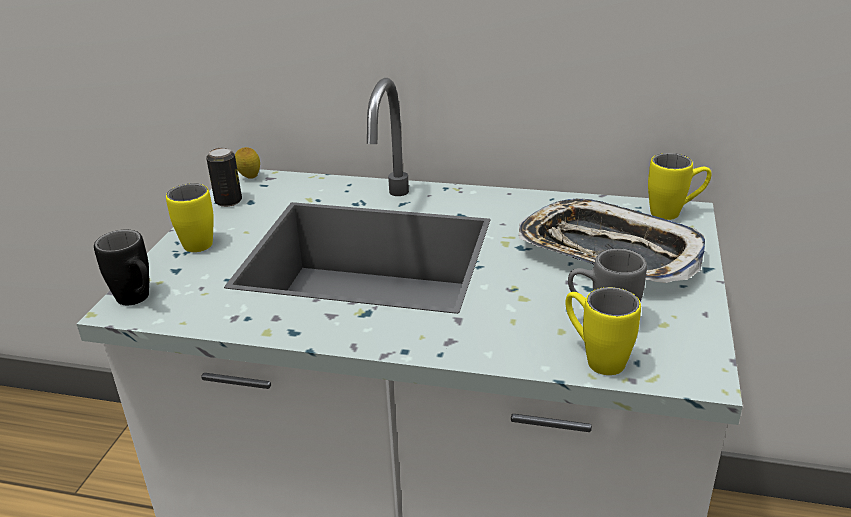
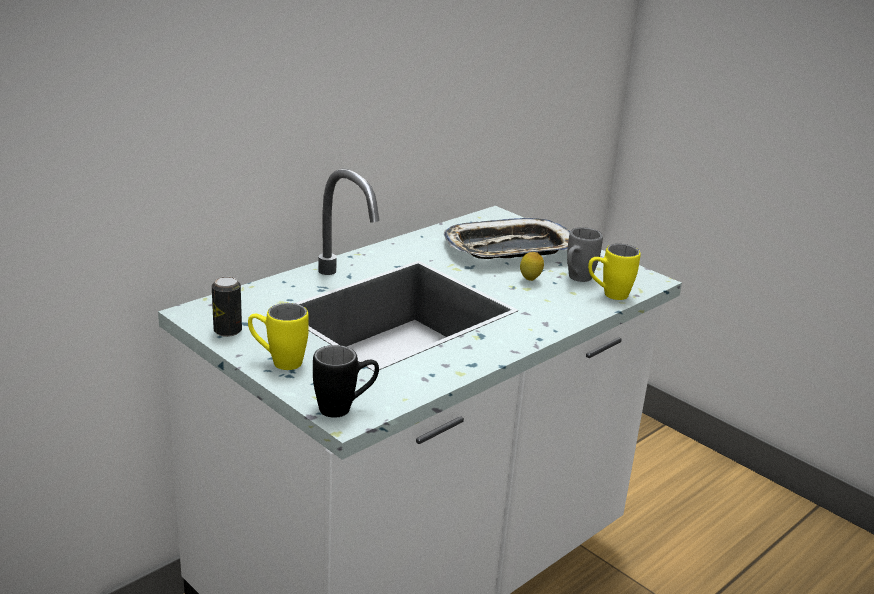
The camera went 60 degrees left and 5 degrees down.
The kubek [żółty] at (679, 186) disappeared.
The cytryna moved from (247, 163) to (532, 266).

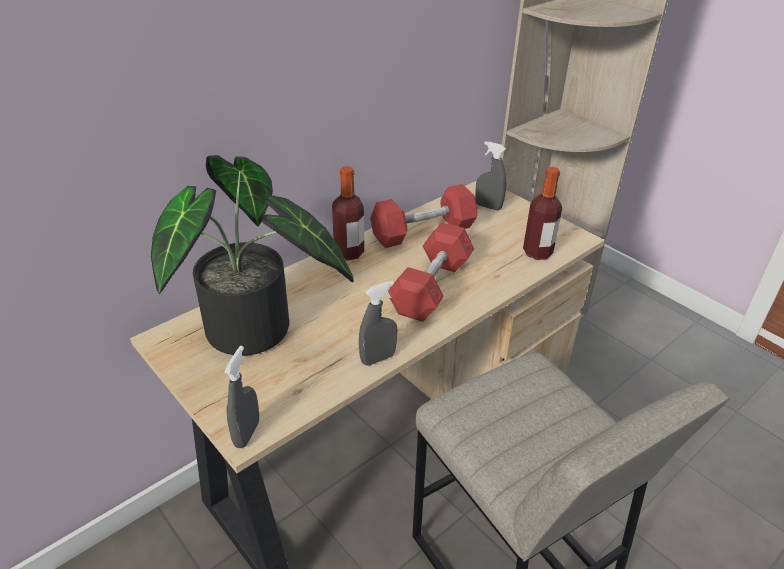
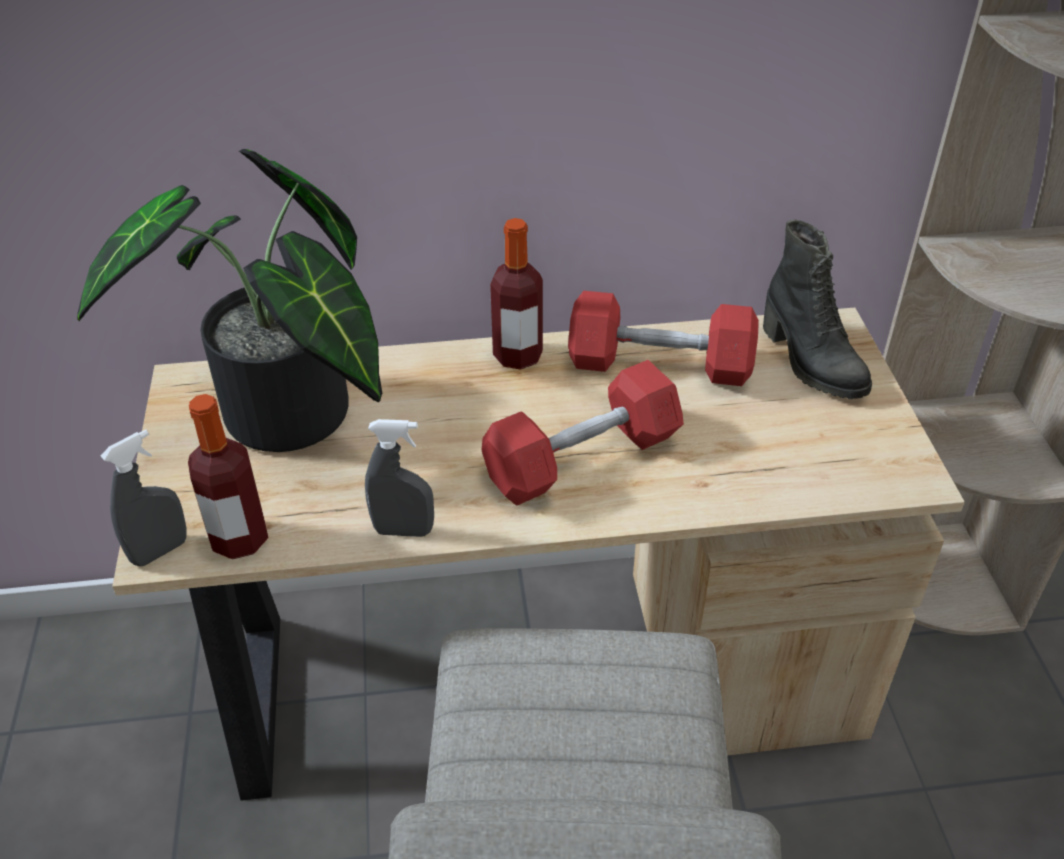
The camera went 35 degrees right and 5 degrees up.
The butelka moved from (542, 213) to (228, 476).
The spryskiwacz [szary] at (490, 176) was replaced by the but z cholewką [czarny] at (817, 309).

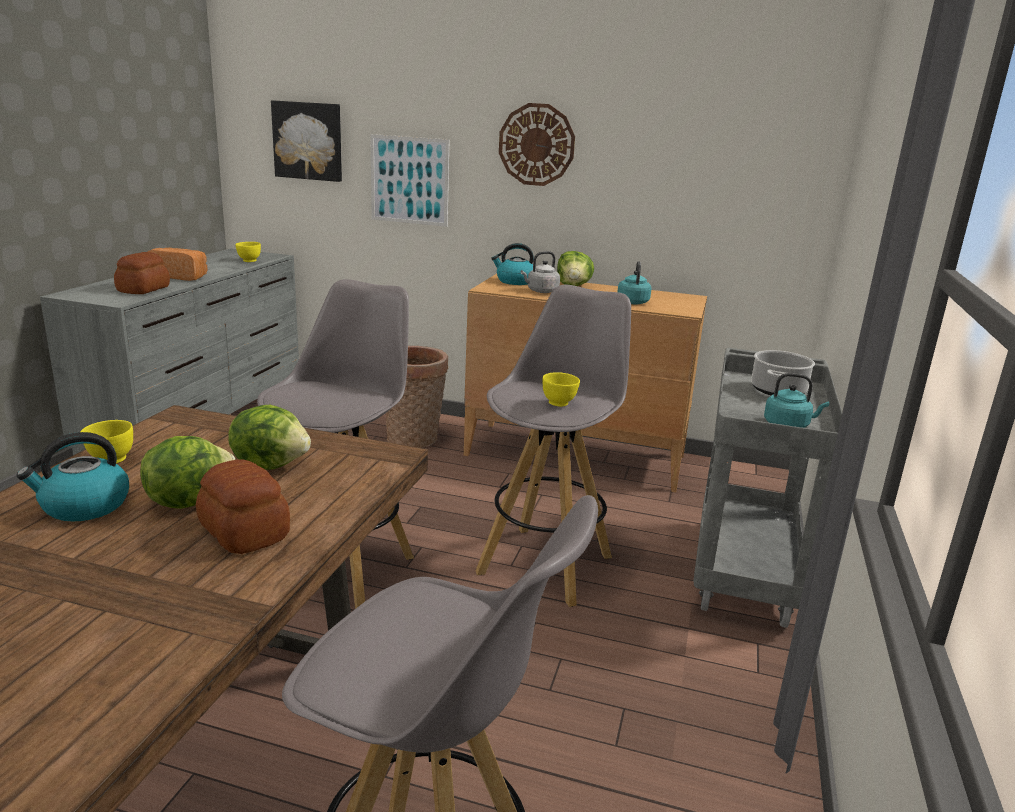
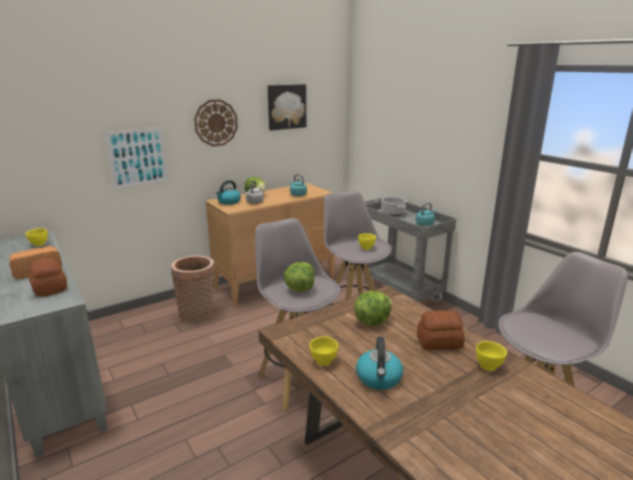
The camera went 50 degrees left and 0 degrees up.
The miska [żółty] at (491, 356) appeared.
The sałata moved from (187, 472) to (299, 277).
The obraz moved from (306, 141) to (287, 107).

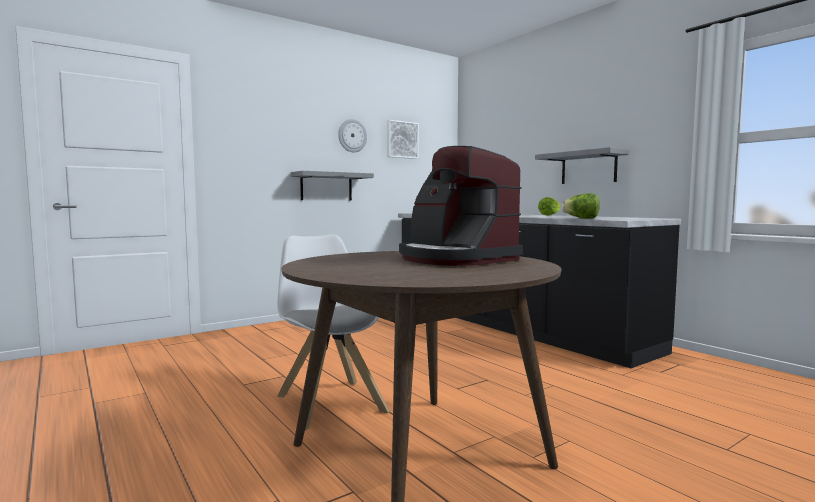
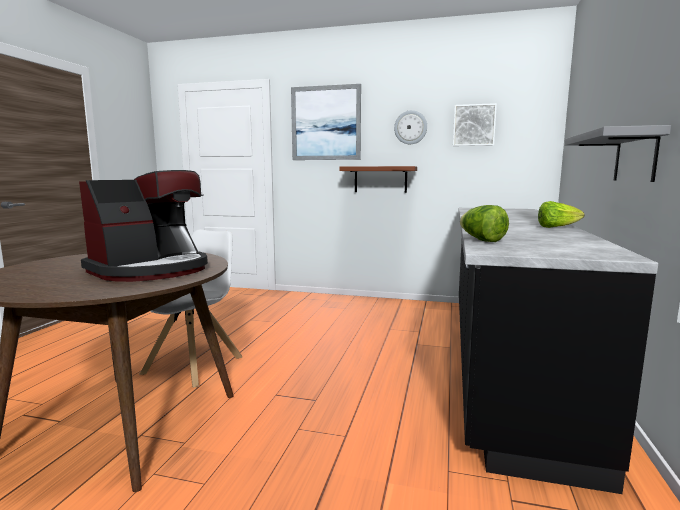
The camera went 50 degrees right and 5 degrees up.
The obraz at (326, 122) appeared.
The półka [szary] at (332, 185) became the półka [brązowy] at (378, 179).
The ekspres do kawy at (461, 206) turned 150 degrees counterclockwise.

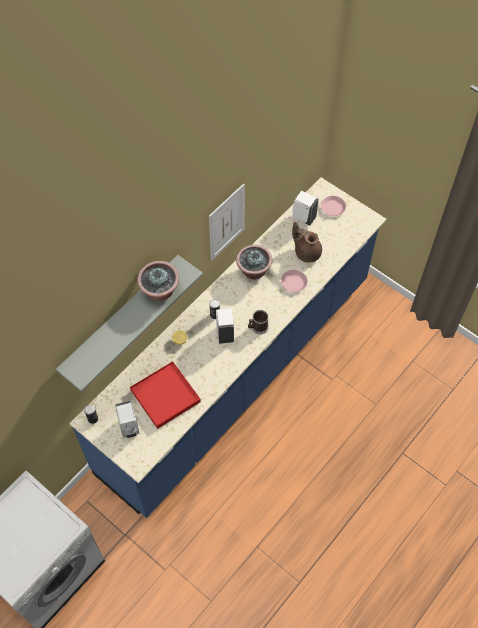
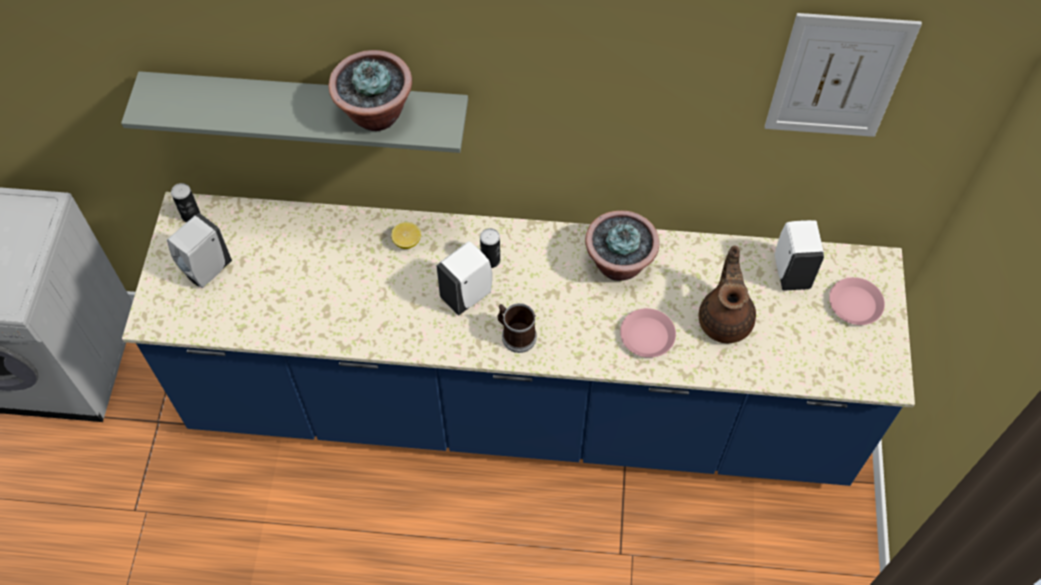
The camera went 55 degrees right and 0 degrees up.
The taca [czerwony] at (165, 395) disappeared.
The obraz moved from (227, 222) to (843, 75).

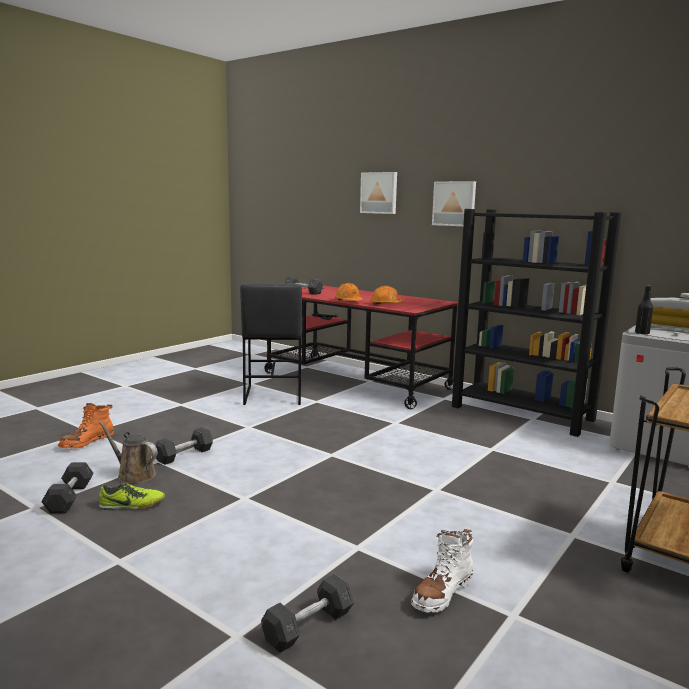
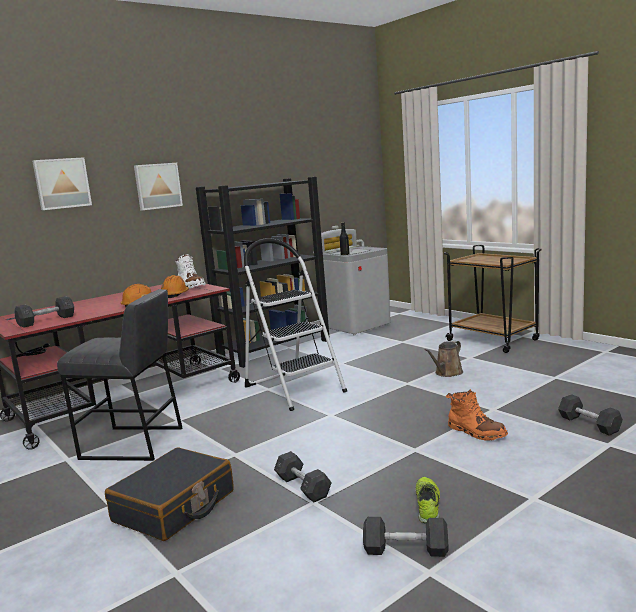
The camera went 75 degrees left and 0 degrees up.
The walizka [czarny] at (169, 494) appeared.
The drabinka at (295, 324) appeared.
The but z cholewką [pomarańczowy] moved from (86, 426) to (477, 415).
The konewka [brązowy] moved from (128, 452) to (444, 359).
The but z cholewką [biały] moved from (442, 571) to (191, 271).

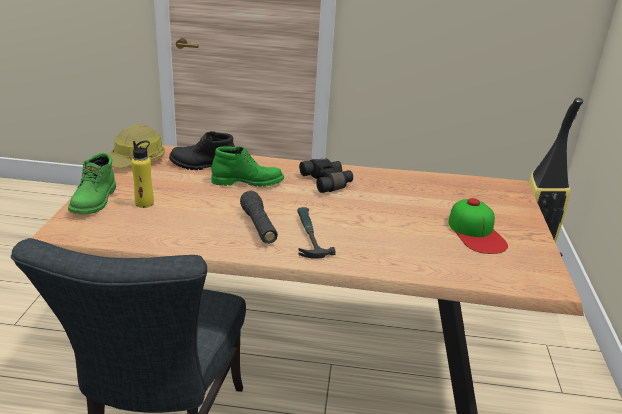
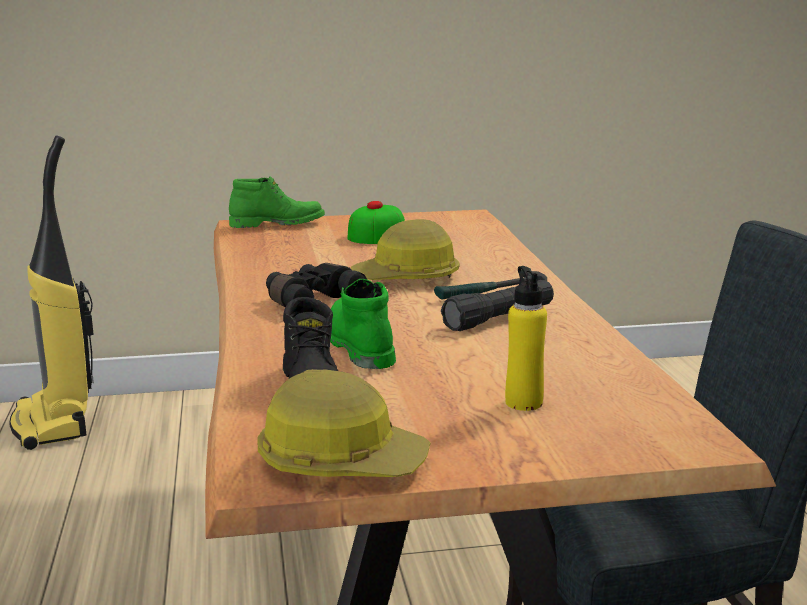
The camera went 105 degrees left and 10 degrees down.
The kask at (405, 249) appeared.
The but z cholewką [zielony] moved from (92, 183) to (277, 202).

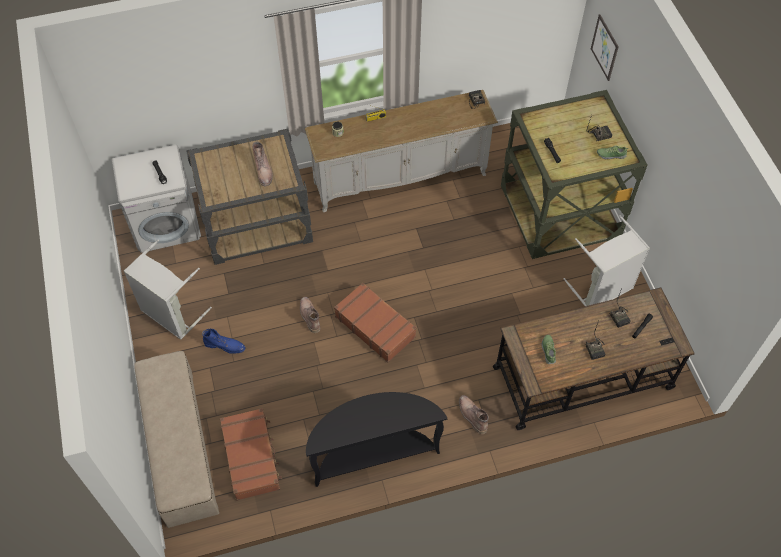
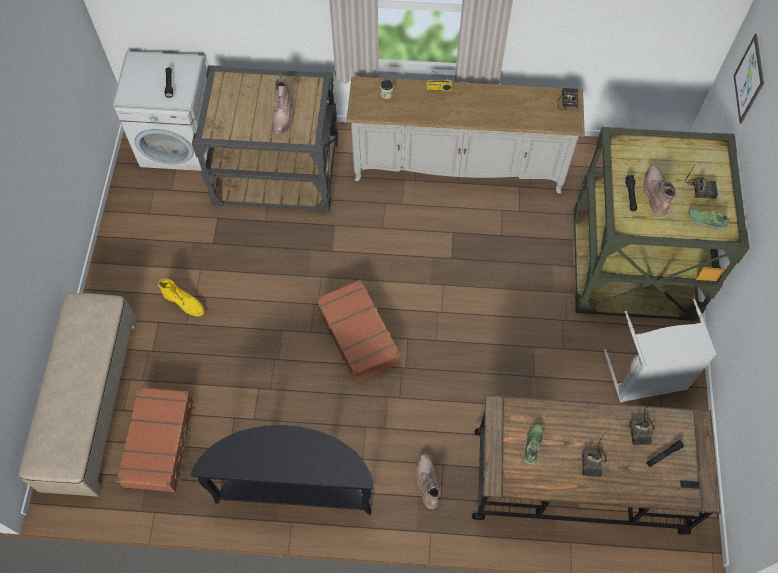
The camera went 20 degrees right and 5 degrees up.
The kosz na pranie [szary] at (168, 290) disappeared.
The but z cholewką [brązowy] moved from (310, 315) to (660, 191).
The but z cholewką [niebieski] at (224, 341) became the but z cholewką [żółty] at (181, 297).

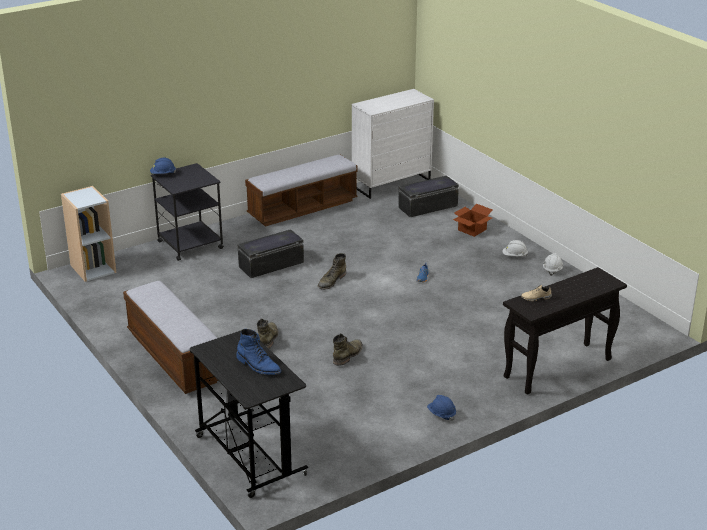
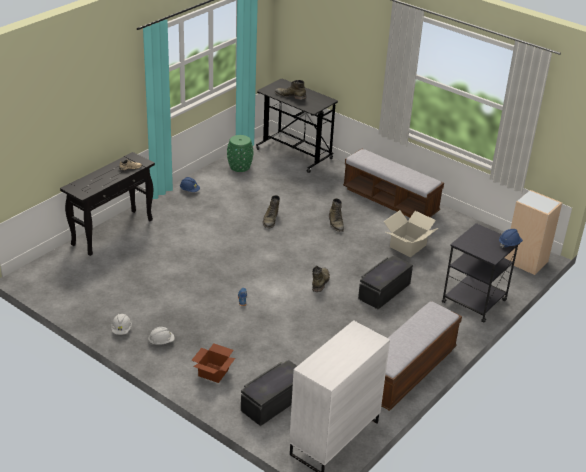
The camera went 160 degrees right and 5 degrees up.
The stołek [zielony] at (240, 153) appeared.
The karton at (411, 233) appeared.
The but z cholewką [niebieski] at (258, 352) became the but z cholewką [zielony] at (290, 90).

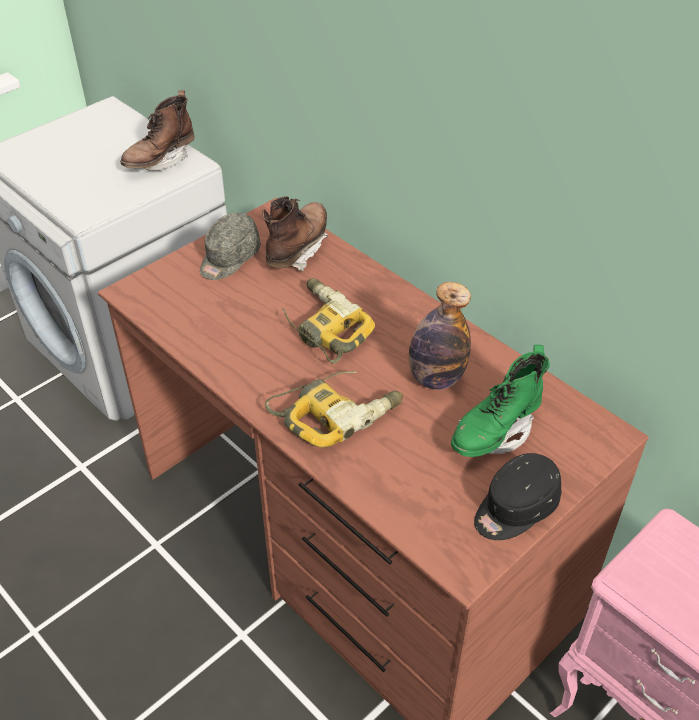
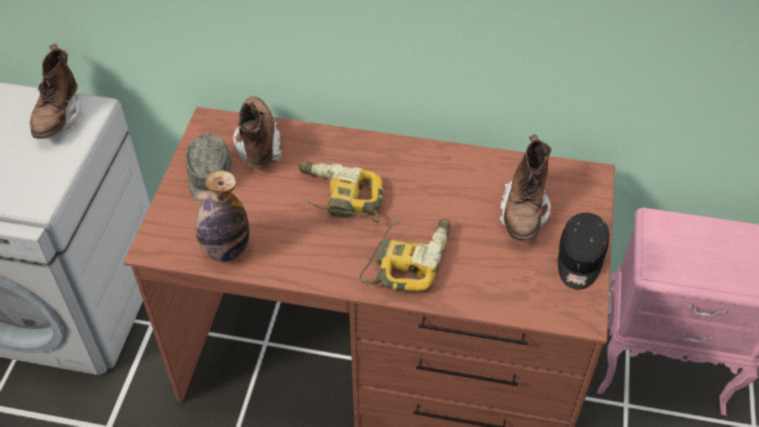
The camera went 35 degrees left and 5 degrees up.
The butelka moved from (440, 335) to (222, 216).
The but z cholewką [zielony] at (500, 401) became the but z cholewką [brązowy] at (525, 187).

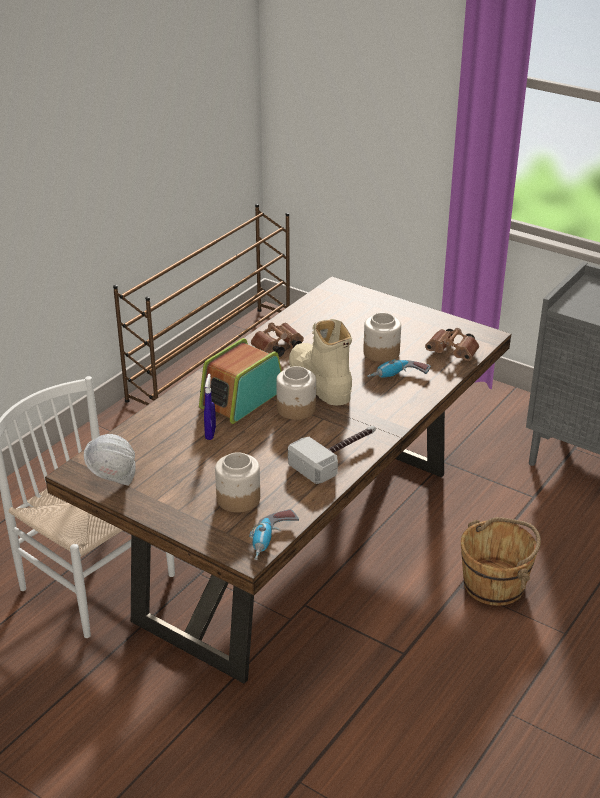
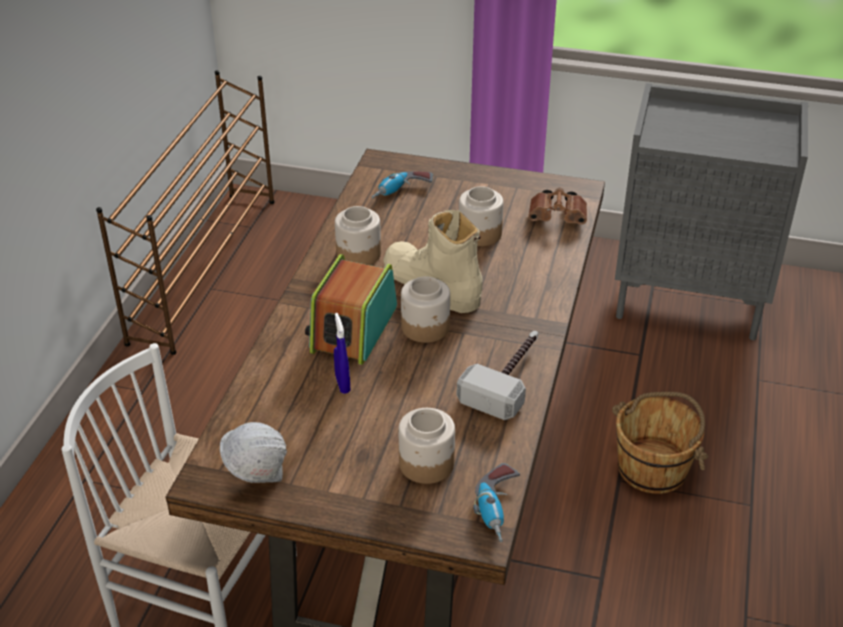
The camera went 20 degrees left and 5 degrees up.
The wiertarka moved from (399, 368) to (402, 184).
The lornetka [brązowy] at (277, 339) was replaced by the słoik at (358, 235).

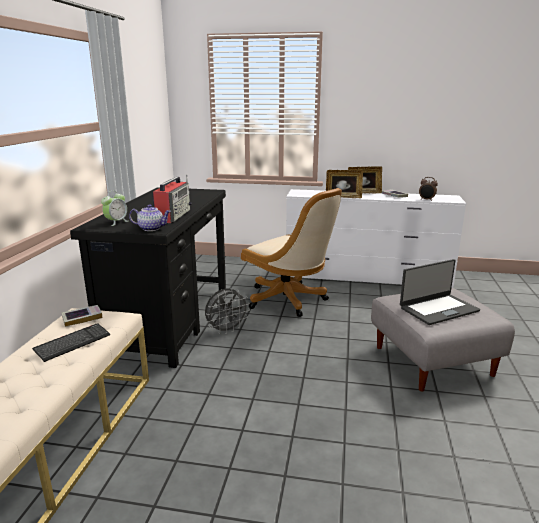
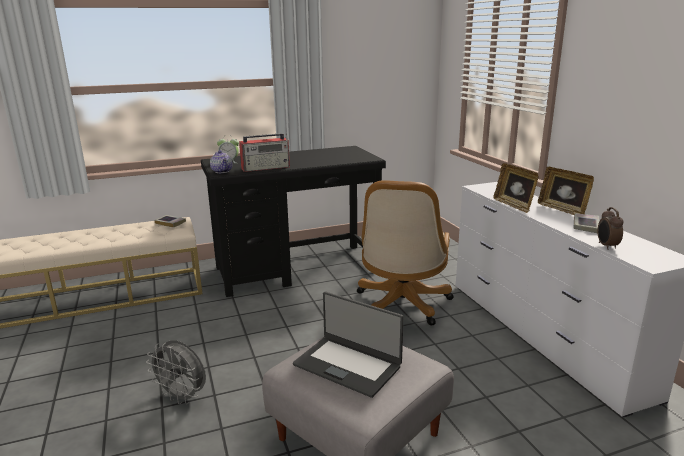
The camera went 60 degrees right and 0 degrees up.
The klawiatura at (71, 342) disappeared.
The wentylator [szary] moved from (227, 311) to (176, 372).

